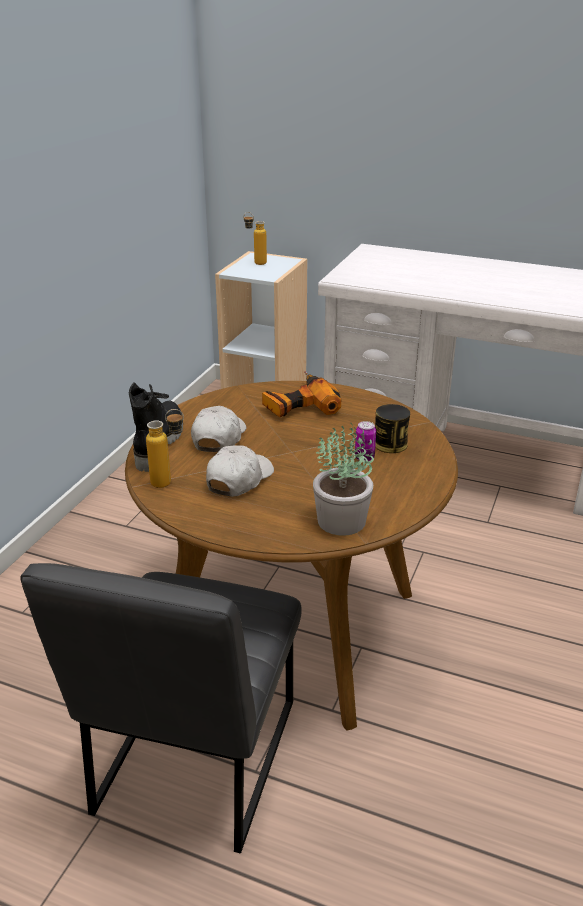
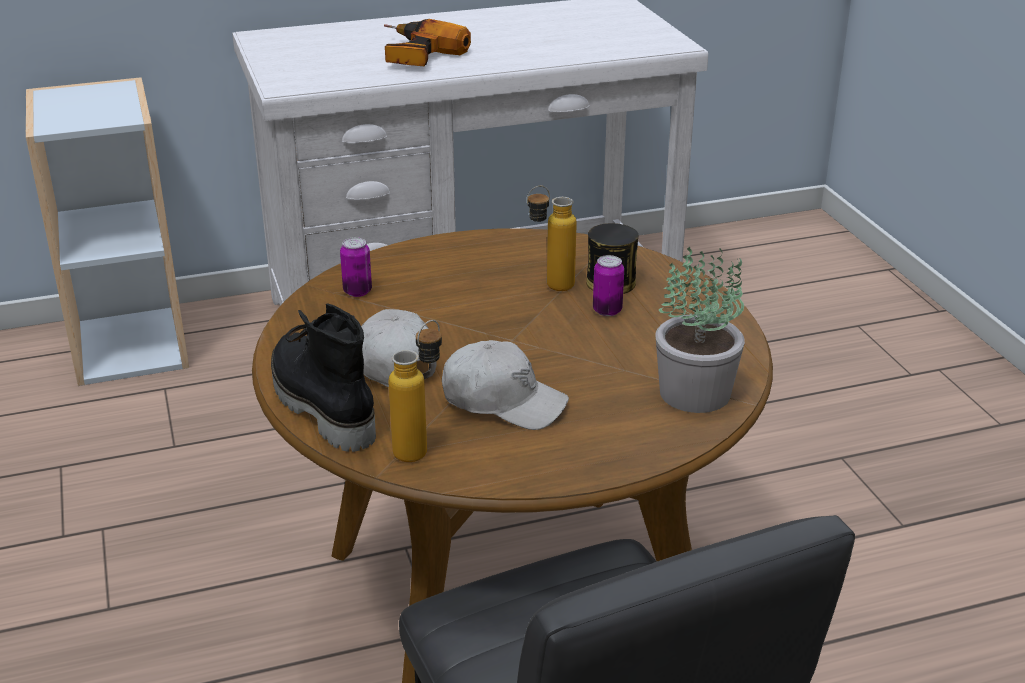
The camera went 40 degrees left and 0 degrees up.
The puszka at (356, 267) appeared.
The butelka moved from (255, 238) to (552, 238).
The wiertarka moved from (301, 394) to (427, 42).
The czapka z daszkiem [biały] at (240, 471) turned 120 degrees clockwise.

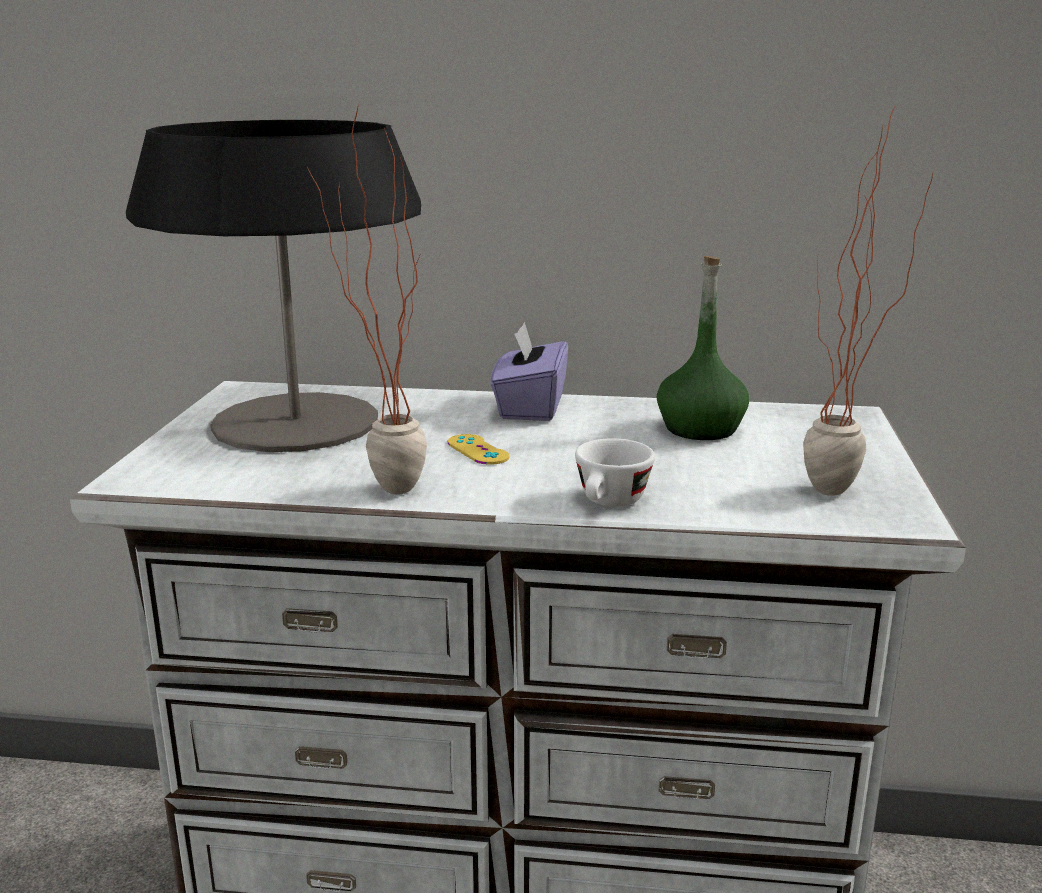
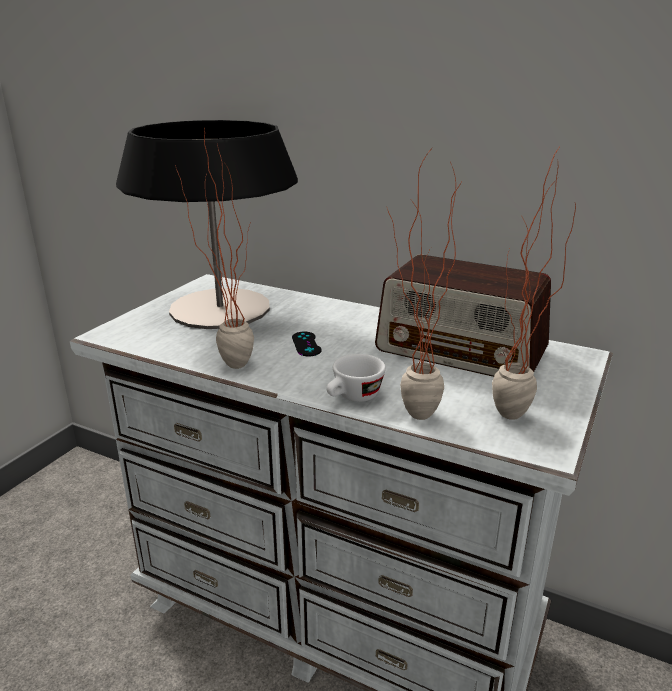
The camera went 20 degrees right and 5 degrees up.
The pudełko chusteczek [fioletowy] at (529, 371) disappeared.
The roślina doniczkowa at (425, 282) appeared.
The butelka [zielony] at (703, 348) was replaced by the radio at (463, 315).
The pad do gier [żółty] at (478, 449) became the pad do gier [czarny] at (306, 344).

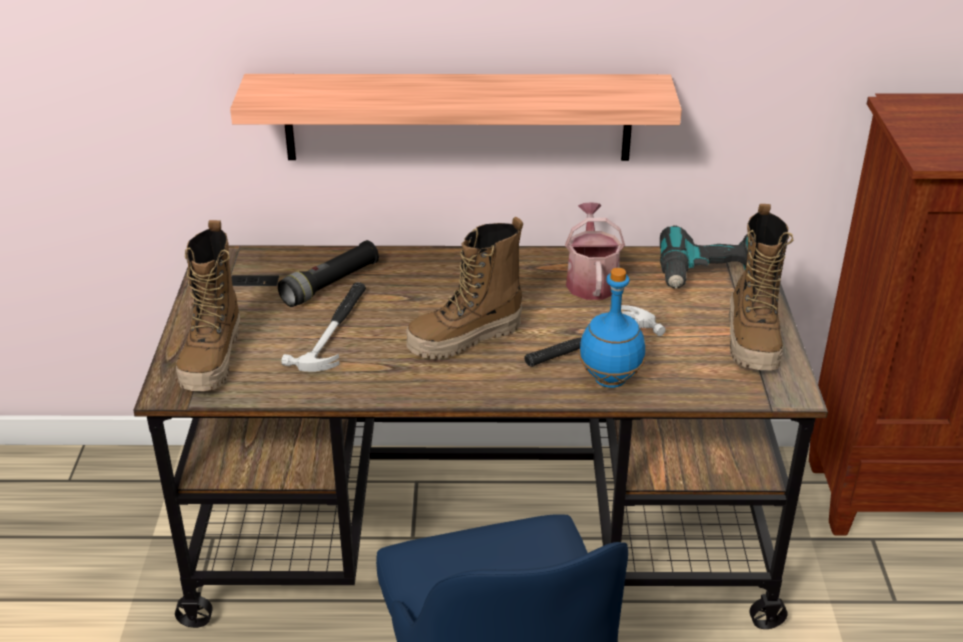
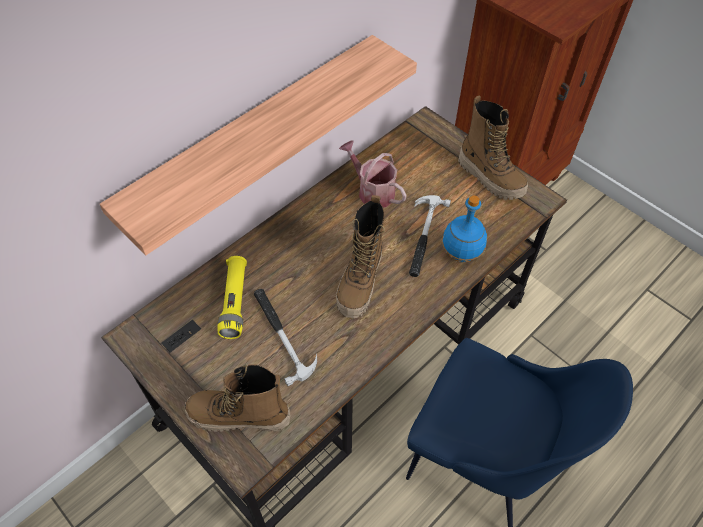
The camera went 45 degrees left and 20 degrees up.
The wiertarka at (704, 256) disappeared.
The latarka [czarny] at (328, 273) became the latarka [żółty] at (232, 297).
The but z cholewką at (208, 305) turned 135 degrees clockwise.

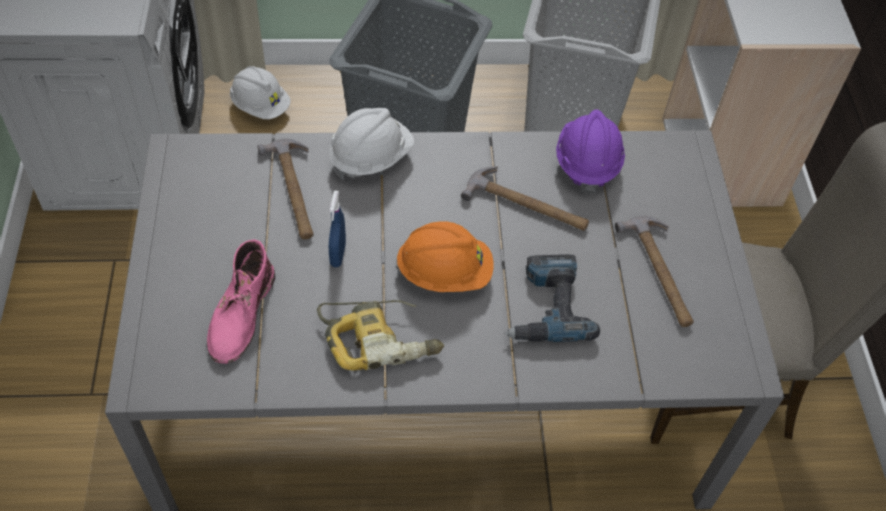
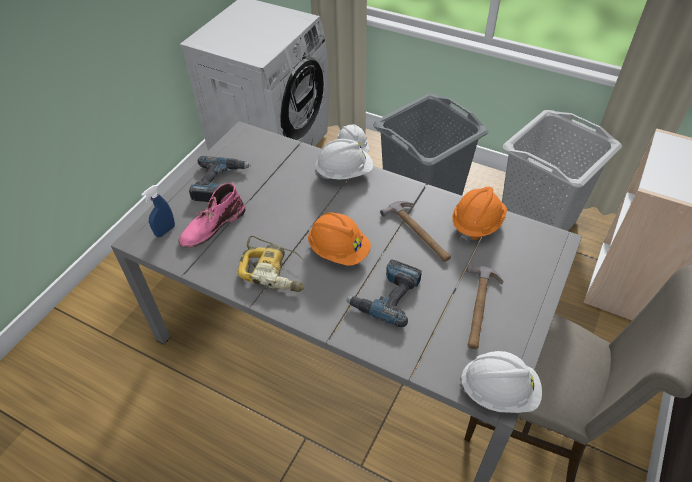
The camera went 35 degrees right and 5 degrees down.
The młotek at (285, 189) disappeared.
The wiertarka at (220, 179) appeared.
The kask [biały] at (500, 382) appeared.
The spryskiwacz [niebieski] moved from (337, 228) to (158, 211).
The kask [fioletowy] at (590, 151) became the kask [pomarańczowy] at (479, 215).

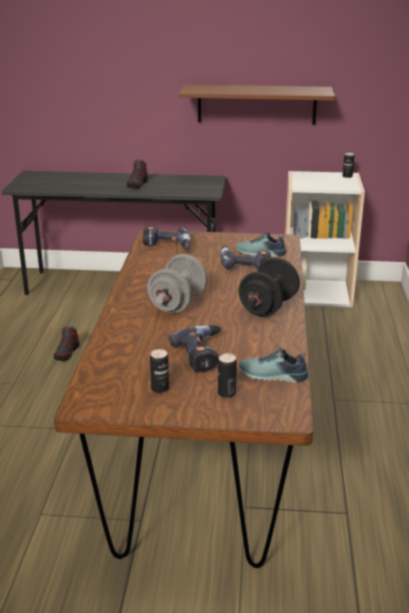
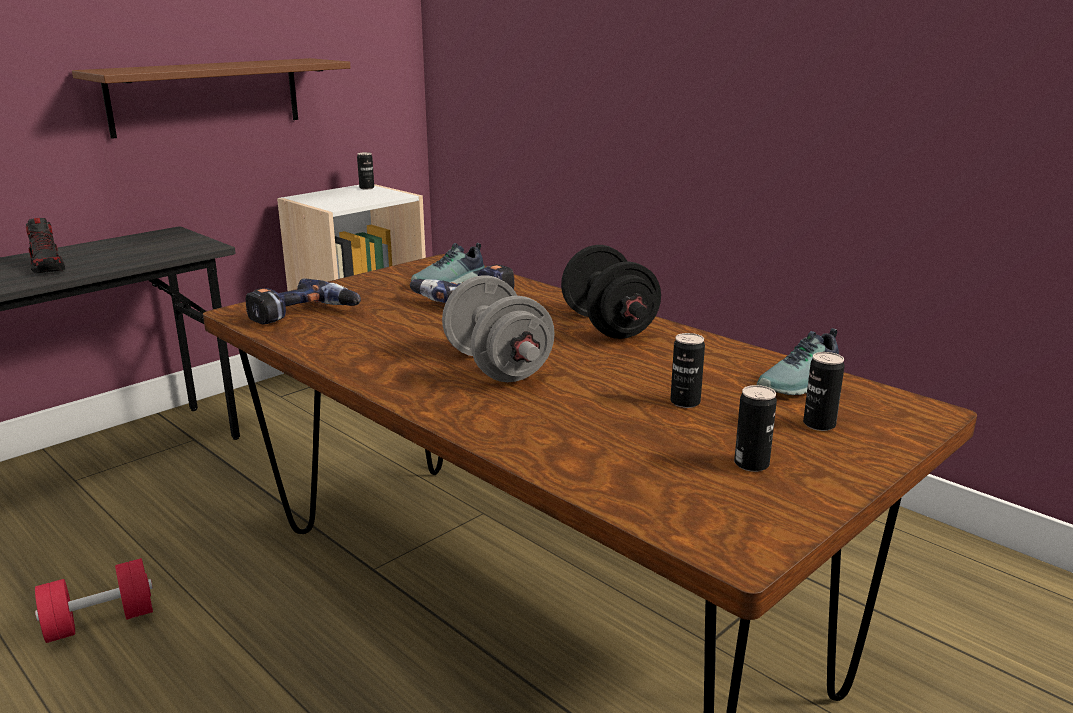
The camera went 50 degrees left and 5 degrees down.
The but at (66, 343) was replaced by the hantel [czerwony] at (94, 600).
The wiertarka at (195, 349) was replaced by the puszka at (687, 370).

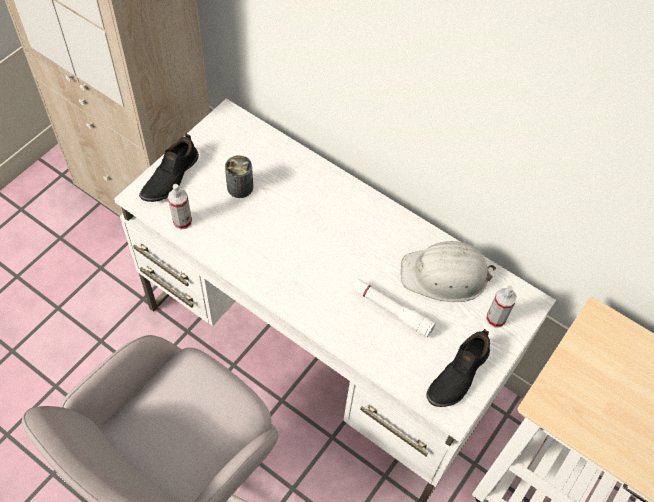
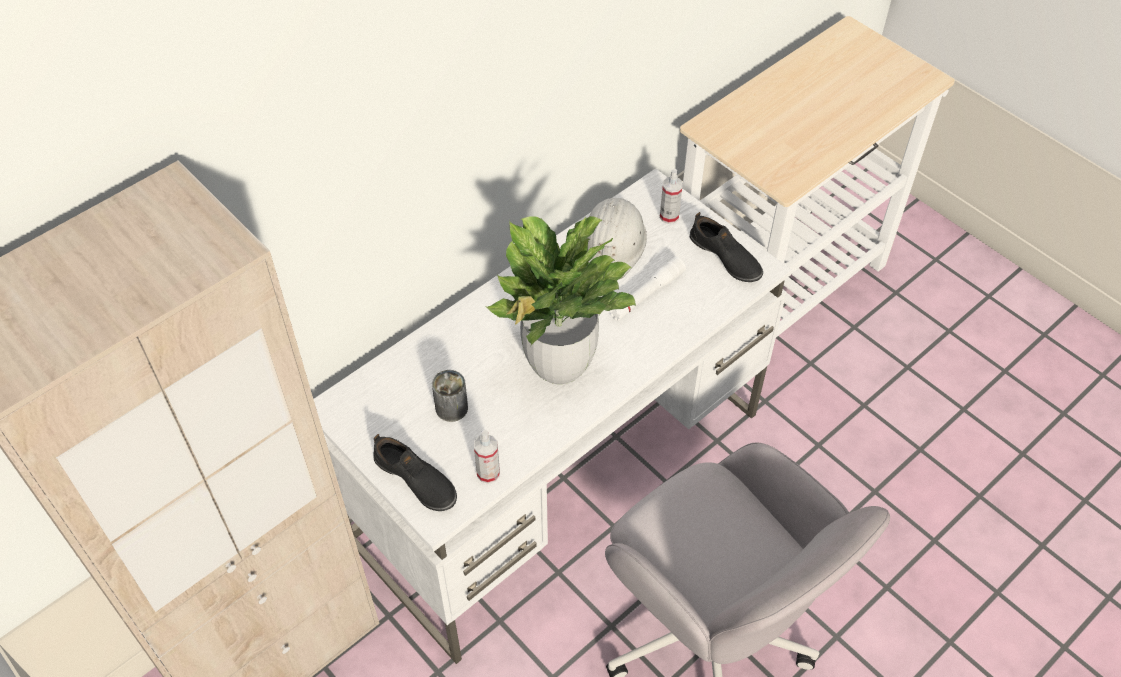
The camera went 75 degrees left and 5 degrees down.
The roślina doniczkowa at (560, 300) appeared.

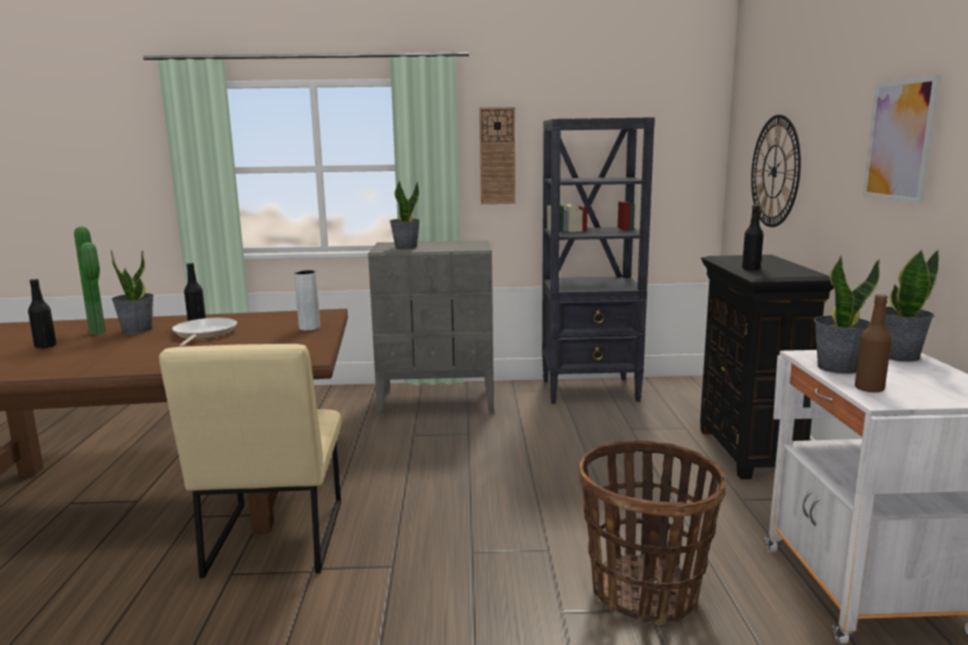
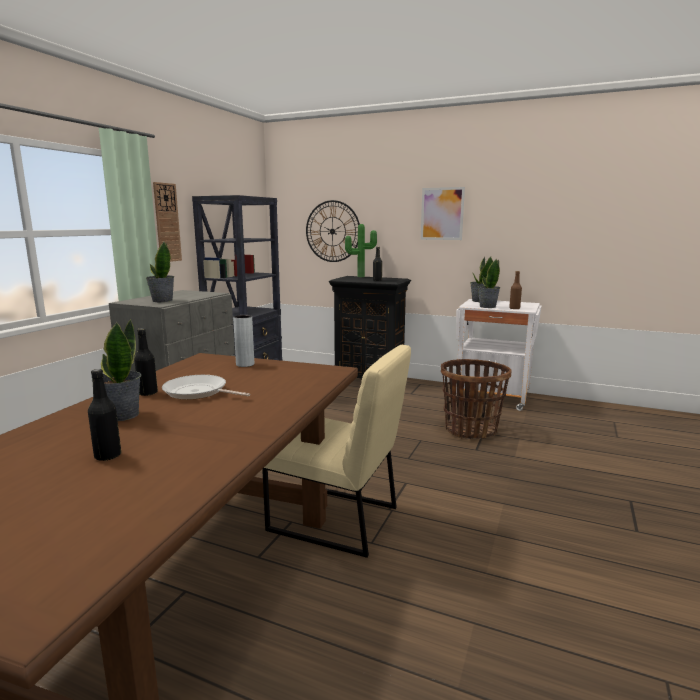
The camera went 65 degrees left and 0 degrees up.
The roślina doniczkowa moved from (90, 281) to (361, 250).

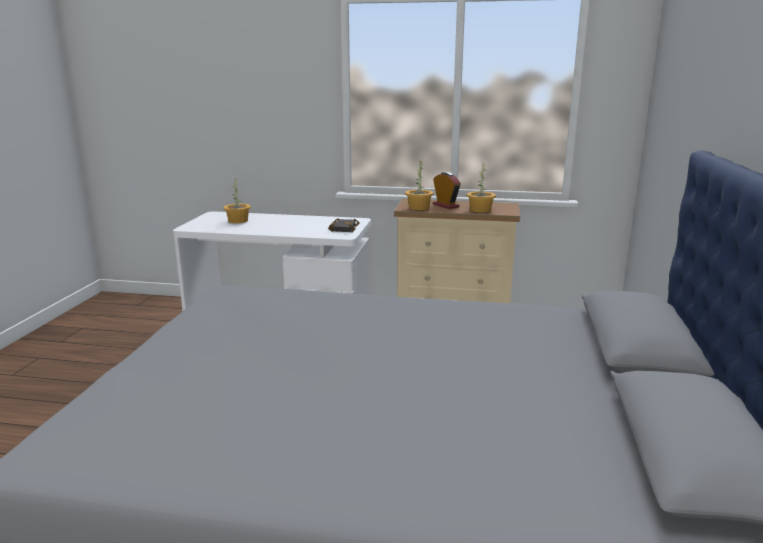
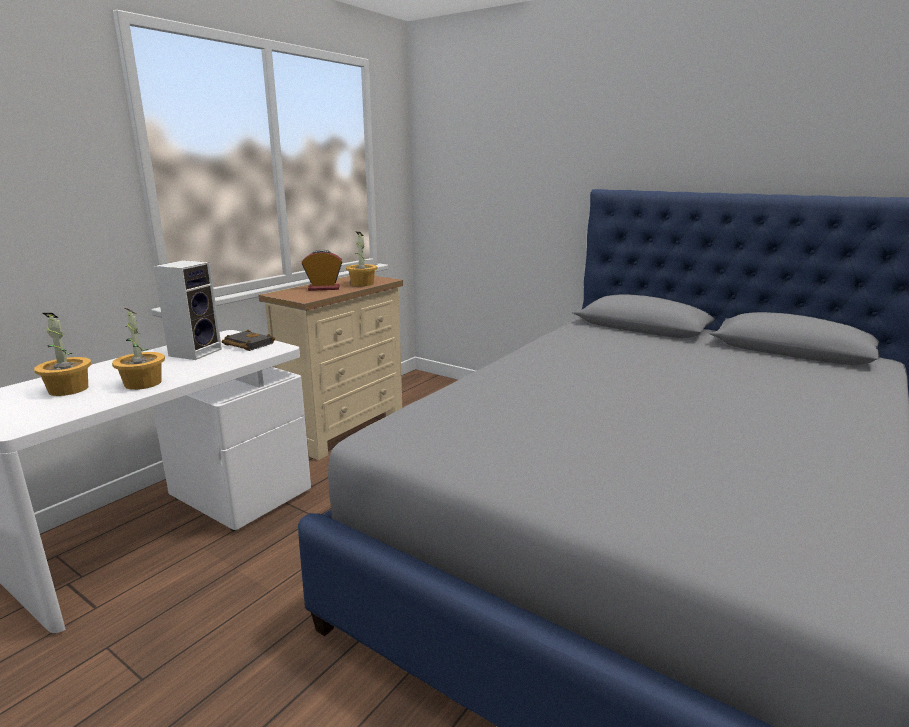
The camera went 65 degrees left and 0 degrees up.
The głośnik at (187, 310) appeared.
The roślina doniczkowa moved from (419, 185) to (138, 349).

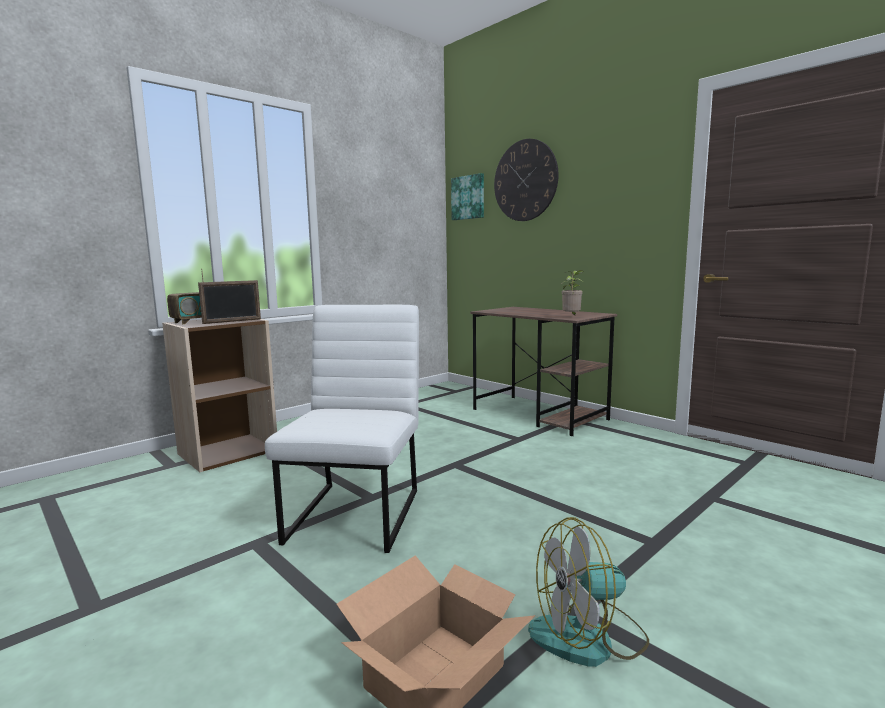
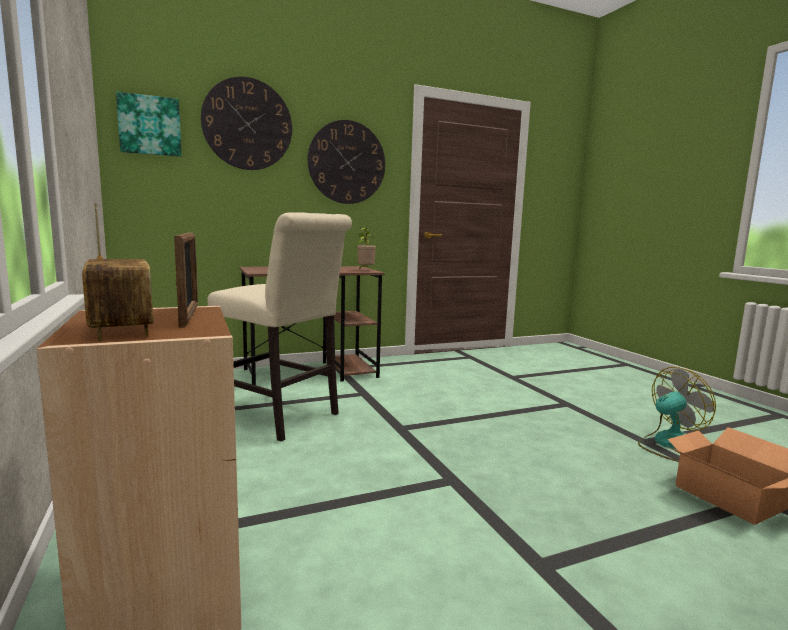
The camera went 70 degrees left and 0 degrees up.
The krzesło [biały] at (342, 429) disappeared.
The stołek [beżowy] at (280, 326) appeared.
The zegar ścienny at (346, 162) appeared.
The wentylator at (588, 592) turned 120 degrees counterclockwise.

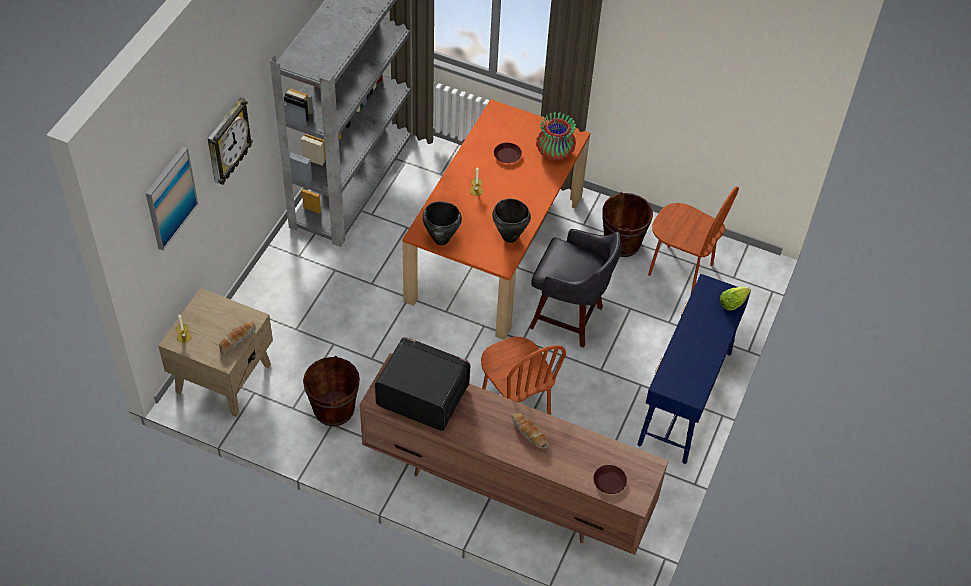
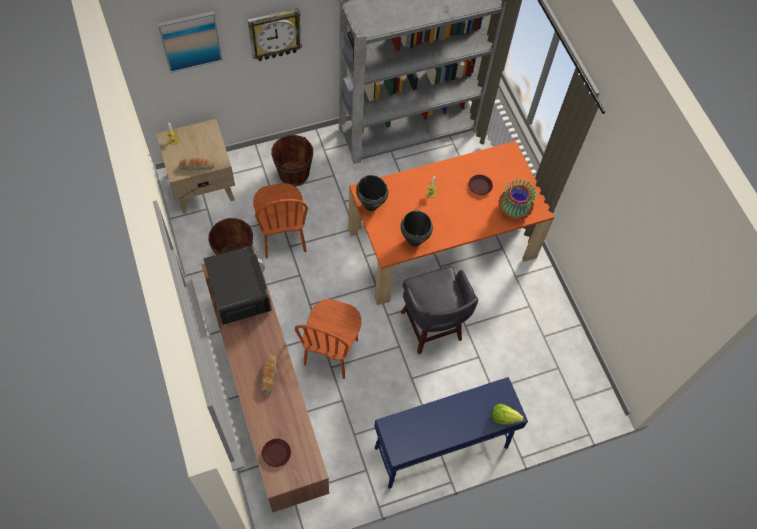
The camera went 45 degrees right and 10 degrees up.
The wiadro [brązowy] moved from (627, 224) to (292, 160).
The krzesło [brązowy] moved from (693, 240) to (280, 221).

